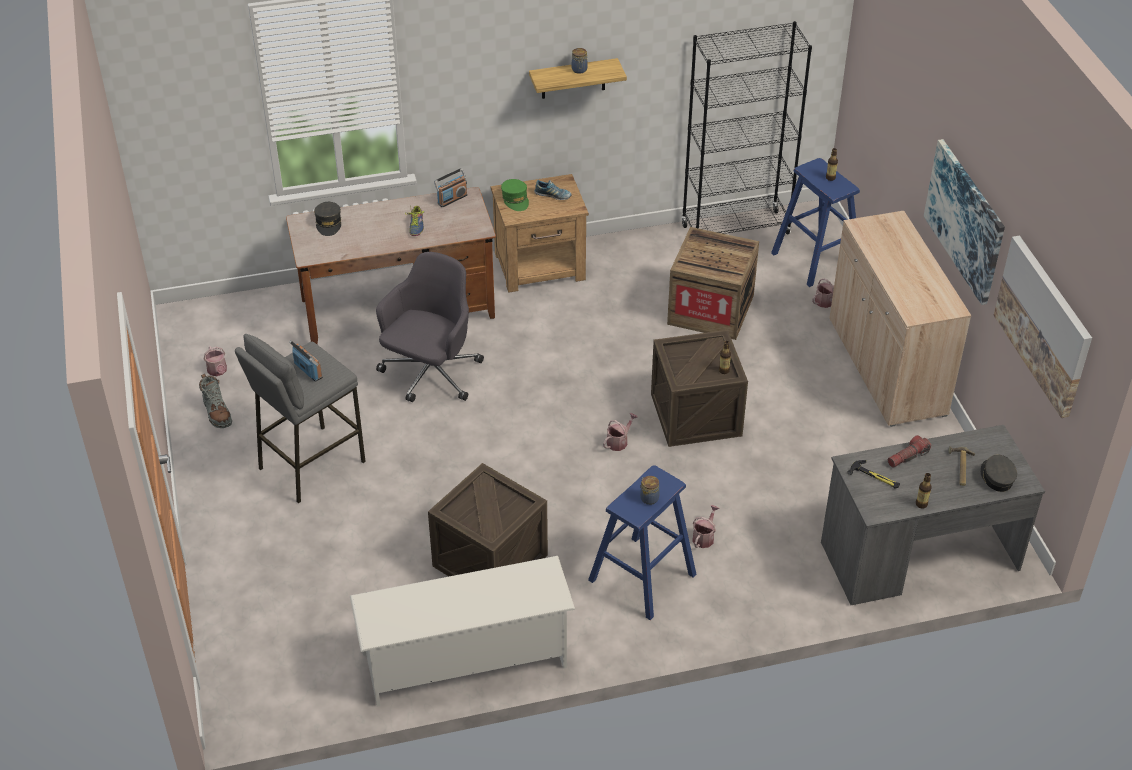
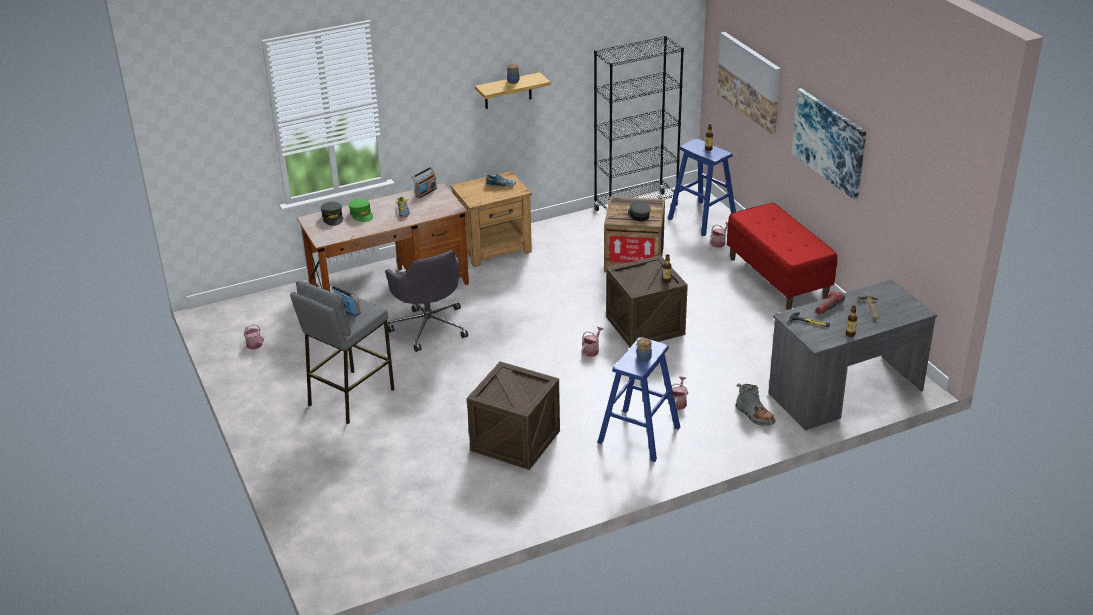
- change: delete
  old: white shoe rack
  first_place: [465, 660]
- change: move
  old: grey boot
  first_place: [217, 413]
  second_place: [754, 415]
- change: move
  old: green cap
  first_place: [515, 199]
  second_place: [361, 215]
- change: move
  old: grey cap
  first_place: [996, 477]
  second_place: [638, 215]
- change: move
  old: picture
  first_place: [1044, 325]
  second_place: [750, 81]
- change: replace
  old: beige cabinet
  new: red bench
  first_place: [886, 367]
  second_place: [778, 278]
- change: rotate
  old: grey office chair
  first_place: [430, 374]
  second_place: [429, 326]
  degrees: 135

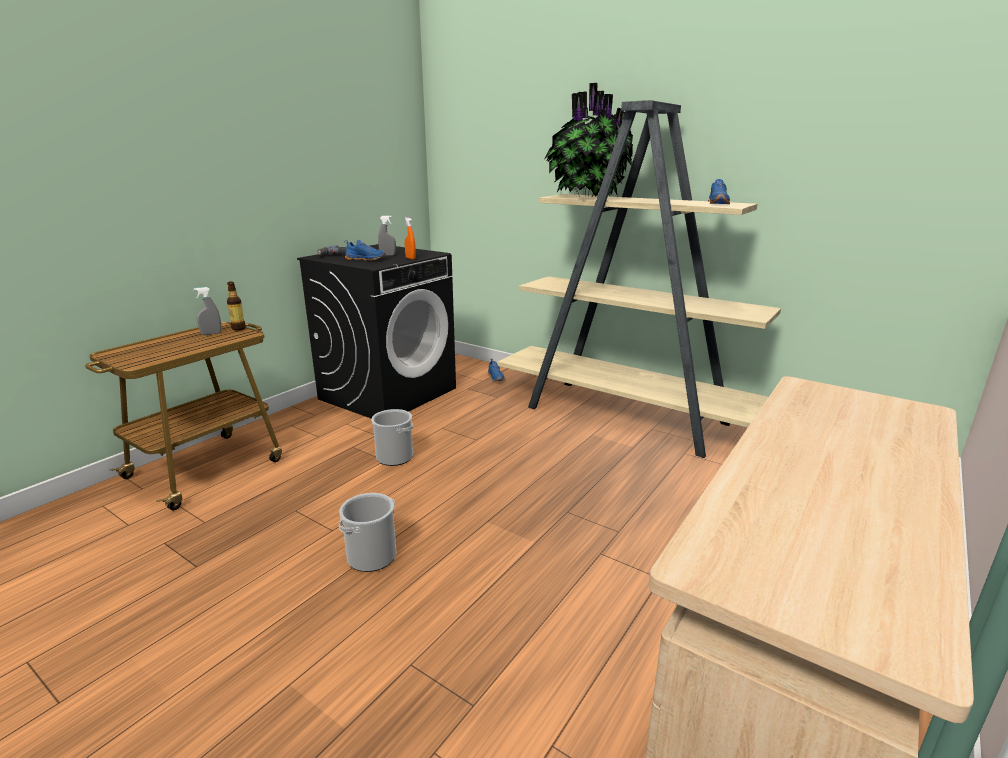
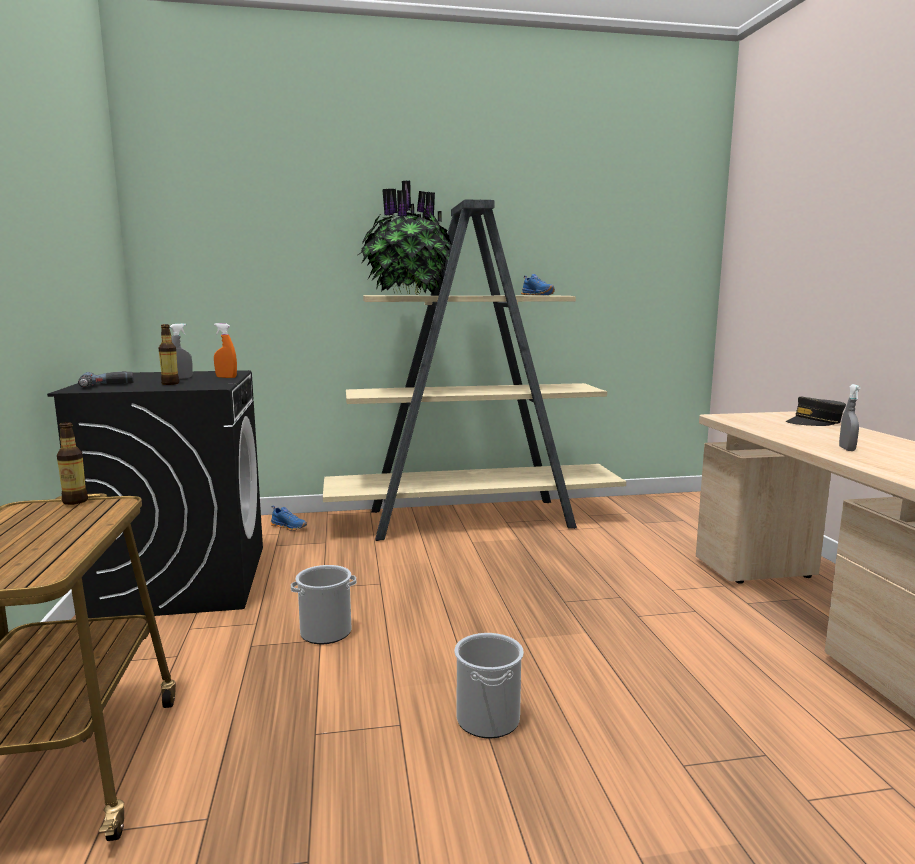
- change: insert
  new: grey cap
  second_place: [814, 422]
- change: move
  old: grey spray bottle
  first_place: [211, 333]
  second_place: [847, 449]
- change: replace
  old: blue shoe
  new: bottle
  first_place: [366, 259]
  second_place: [170, 383]

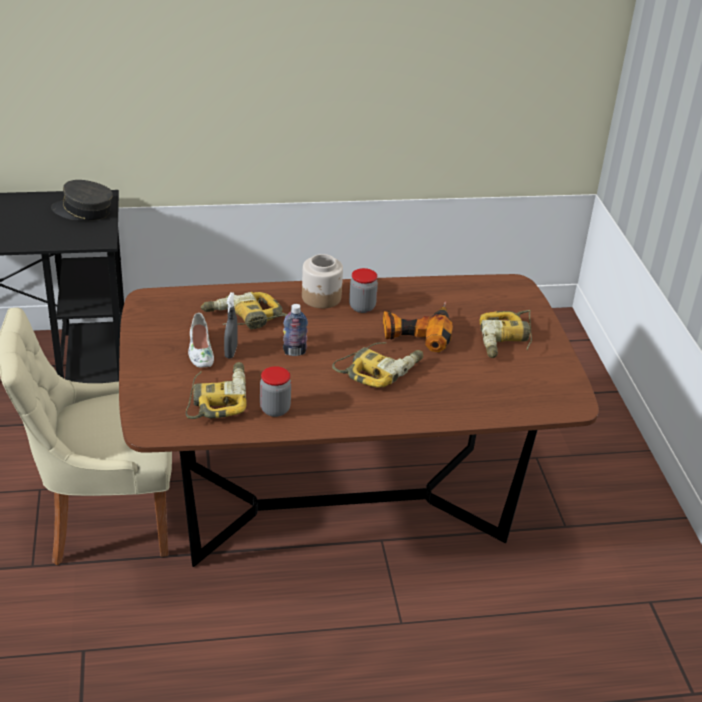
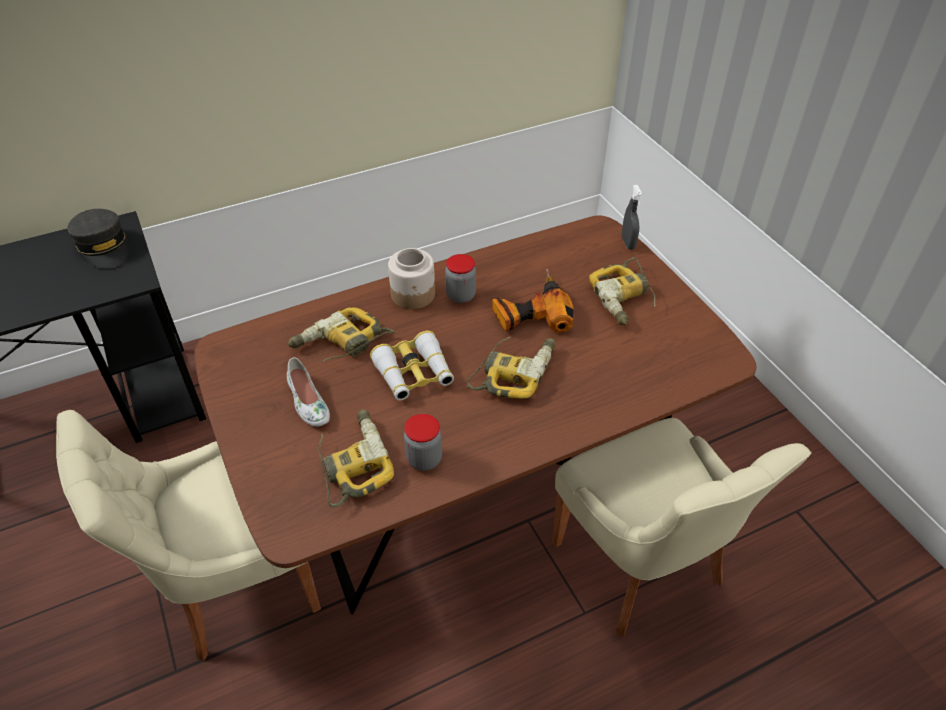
- change: insert
  new: beige chair
  second_place: [641, 566]
- change: move
  old: grey spray bottle
  first_place: [231, 352]
  second_place: [628, 243]
- change: replace
  old: bottle
  new: binoculars
  first_place: [294, 352]
  second_place: [414, 374]
- change: rotate
  old: grey cap
  first_place: [83, 211]
  second_place: [104, 247]
  degrees: -120

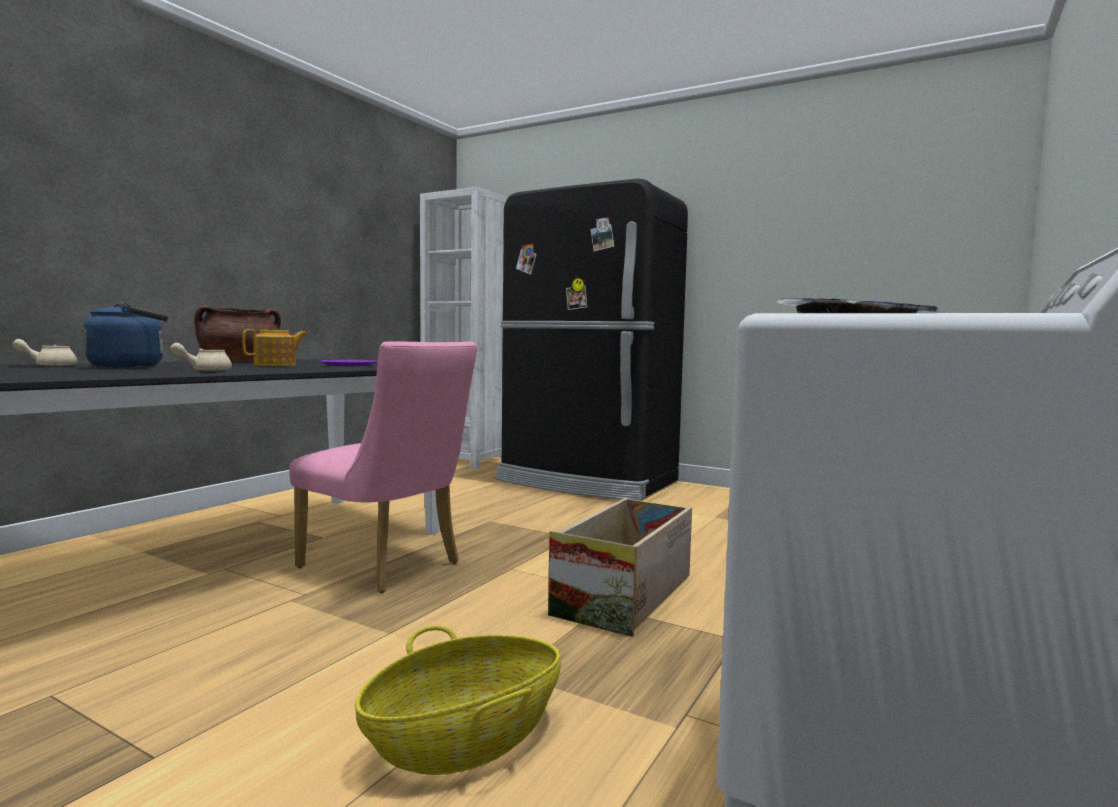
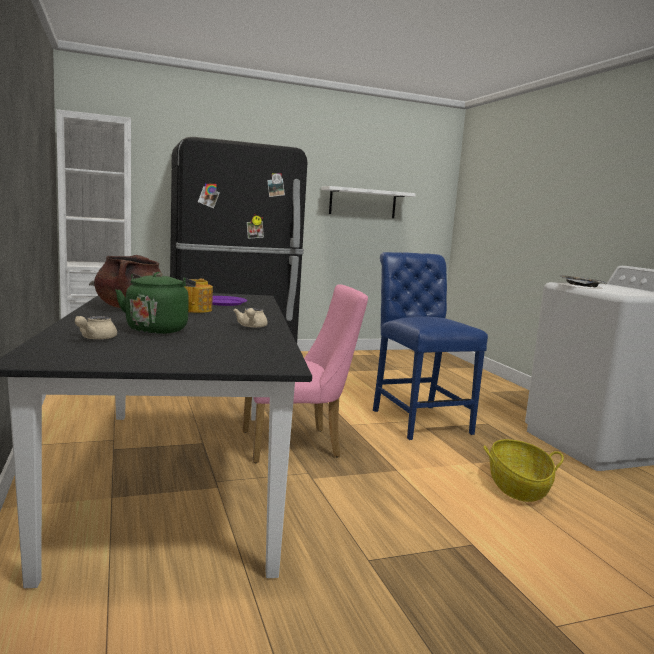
- change: insert
  new: white shelf
  second_place: [362, 203]
- change: replace
  old: crate
  new: blue chair
  first_place: [625, 594]
  second_place: [418, 419]
- change: recolor
  old: blue kettle
  new: green kettle
  first_place: [131, 366]
  second_place: [158, 329]

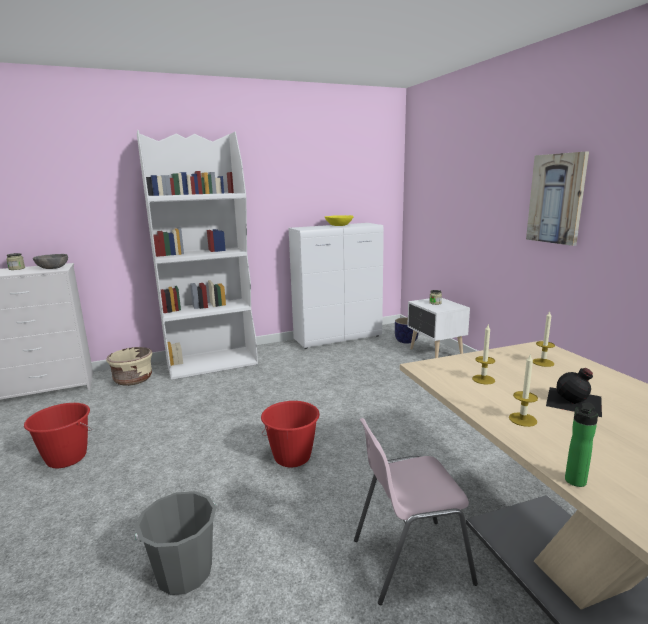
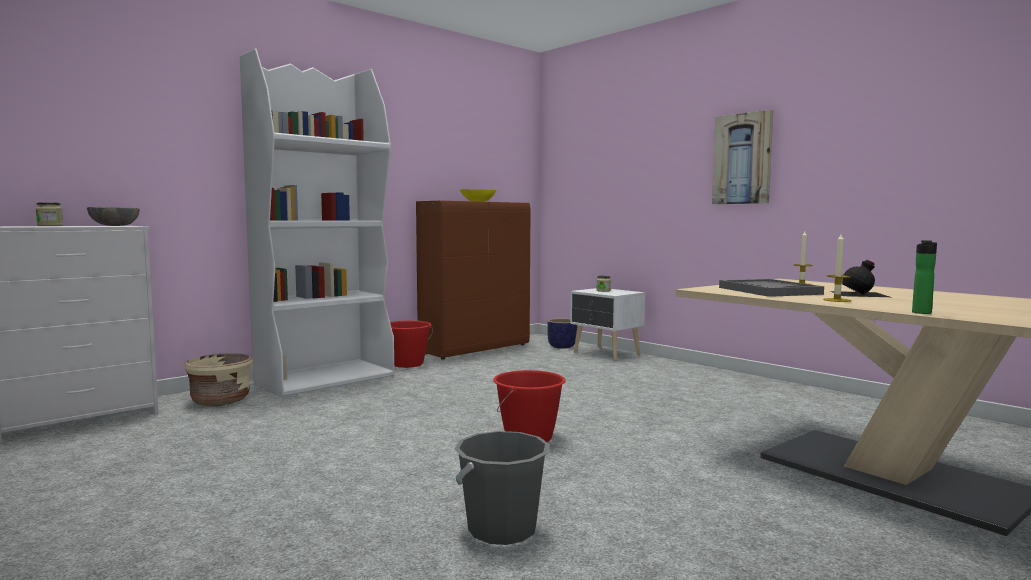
- change: delete
  old: pink chair
  first_place: [409, 560]
- change: move
  old: red bucket
  first_place: [66, 458]
  second_place: [407, 364]
- change: replace
  old: candle
  new: grey tray
  first_place: [483, 379]
  second_place: [768, 291]
- change: recolor
  old: white cabinet
  new: brown cabinet
  first_place: [338, 338]
  second_place: [476, 349]

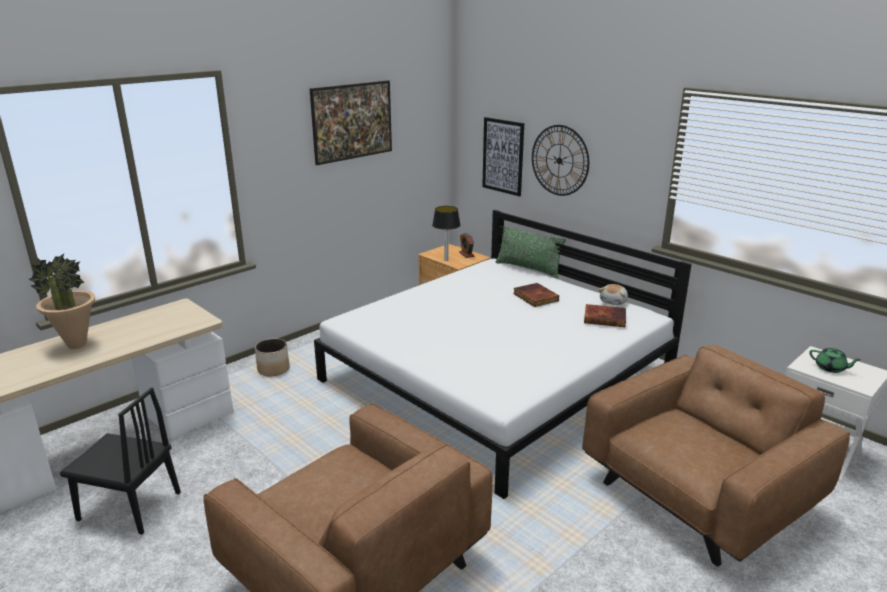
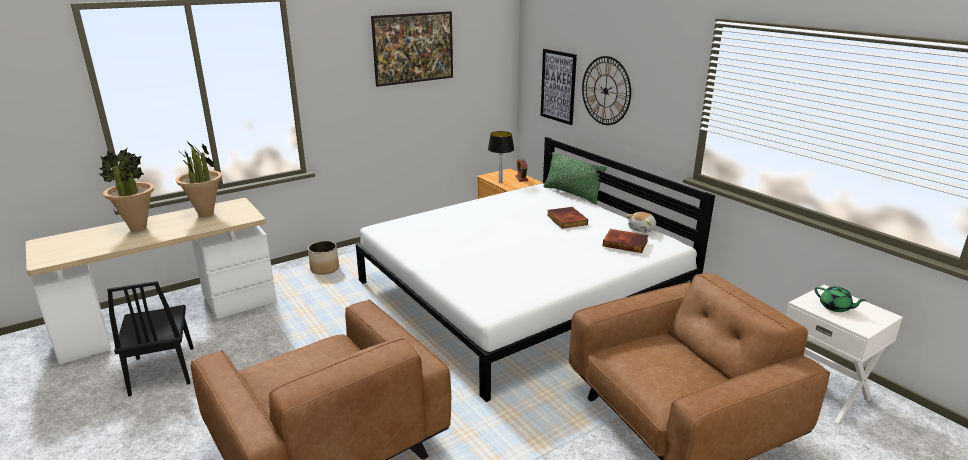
- change: insert
  new: potted plant
  second_place: [206, 214]
- change: rotate
  old: black chair
  first_place: [129, 506]
  second_place: [162, 370]
  degrees: 45

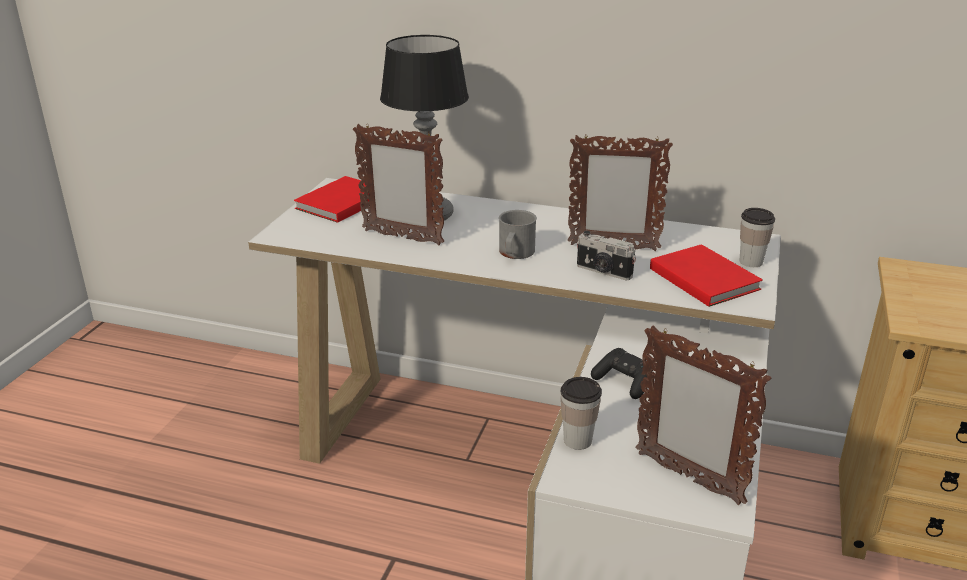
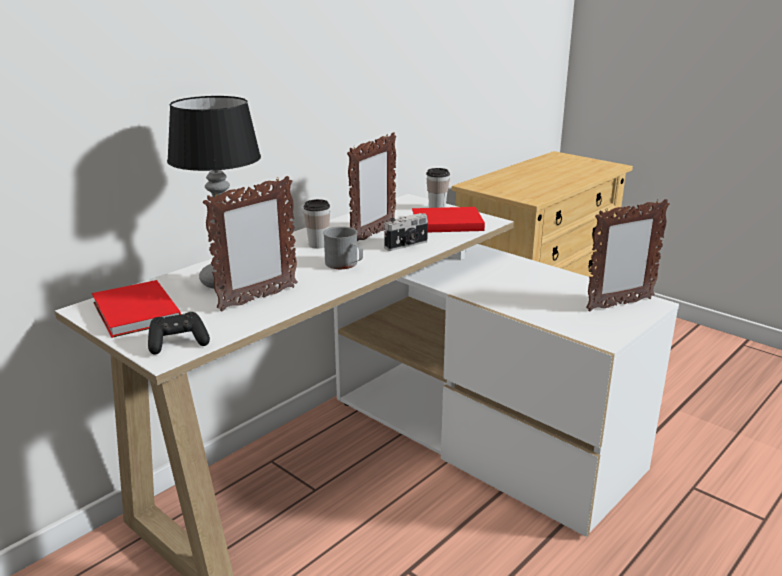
- change: move
  old: cup
  first_place: [577, 440]
  second_place: [318, 245]
- change: move
  old: black game controller
  first_place: [624, 382]
  second_place: [178, 343]

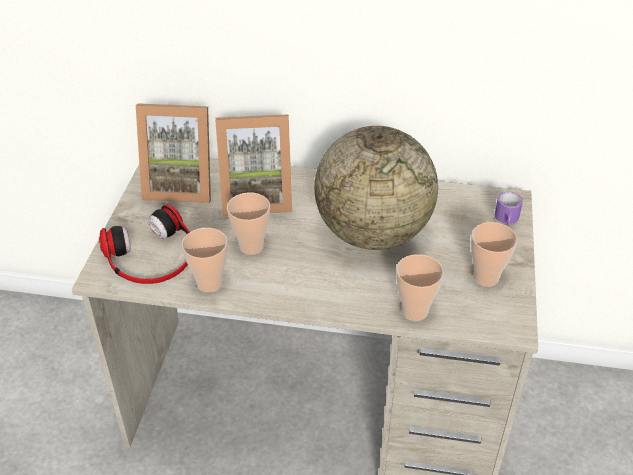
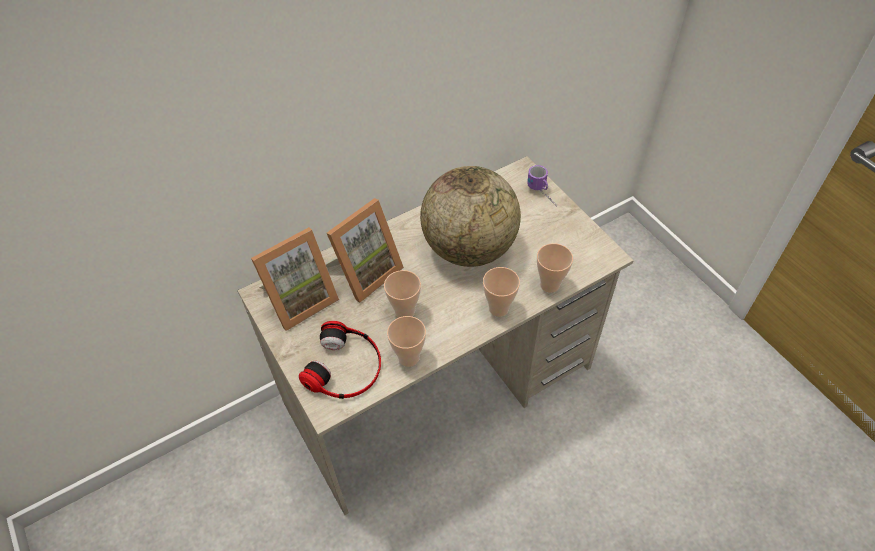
- change: move
  old: cup
  first_place: [486, 278]
  second_place: [498, 308]

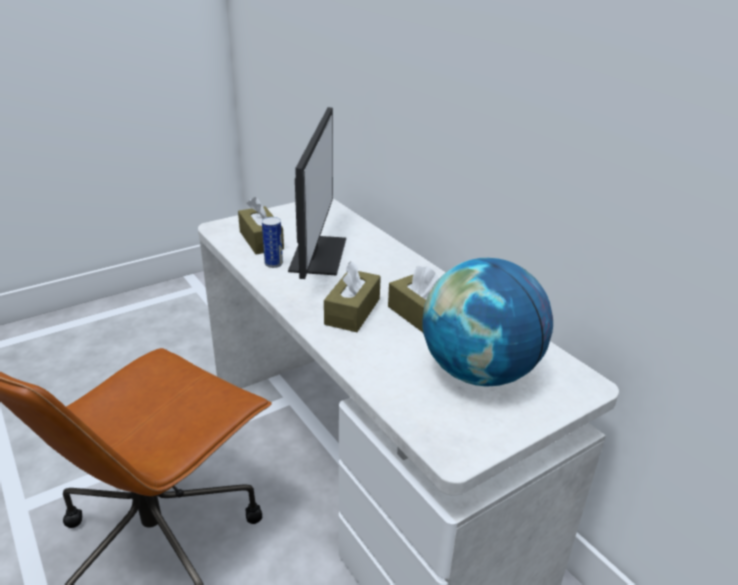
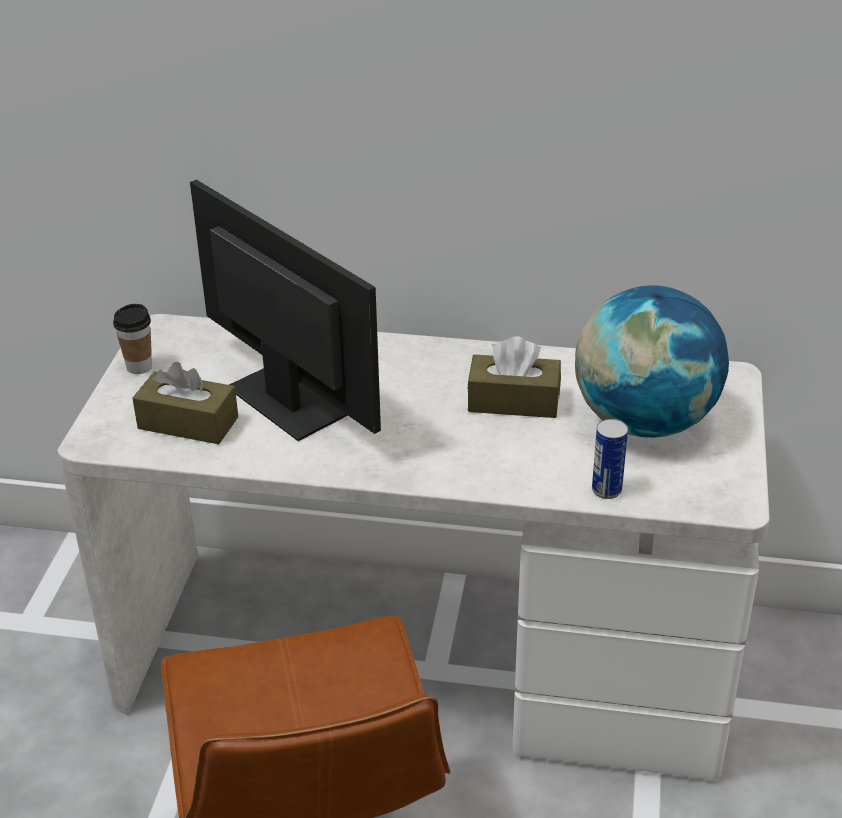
- change: delete
  old: brown tissue box
  first_place: [352, 311]
- change: insert
  new: cup
  second_place: [139, 367]
- change: move
  old: can
  first_place: [273, 264]
  second_place: [606, 490]

